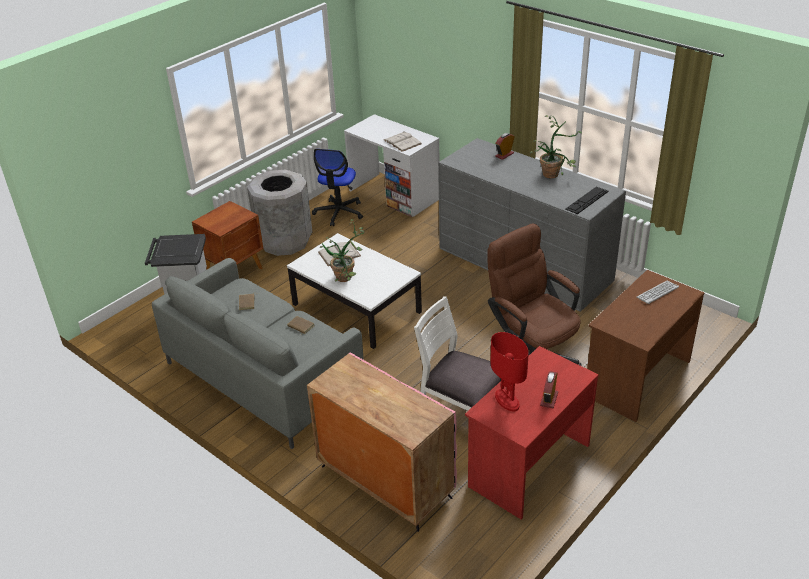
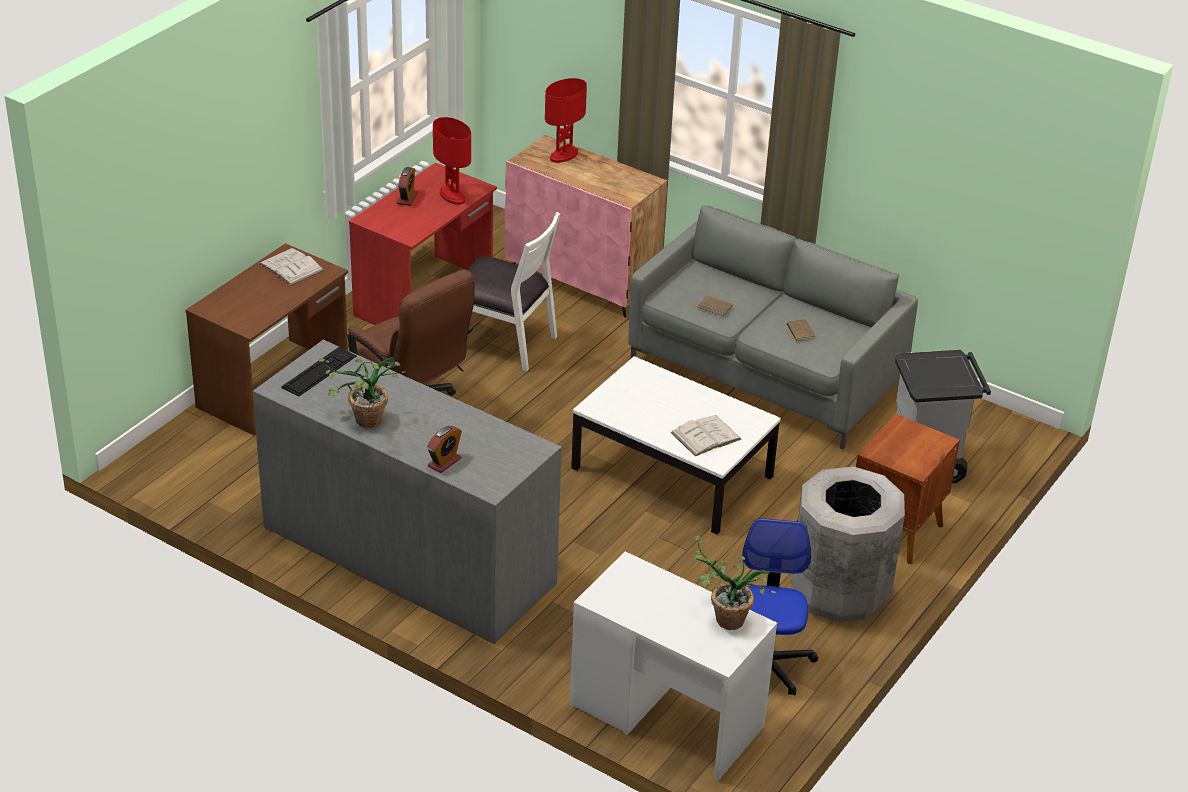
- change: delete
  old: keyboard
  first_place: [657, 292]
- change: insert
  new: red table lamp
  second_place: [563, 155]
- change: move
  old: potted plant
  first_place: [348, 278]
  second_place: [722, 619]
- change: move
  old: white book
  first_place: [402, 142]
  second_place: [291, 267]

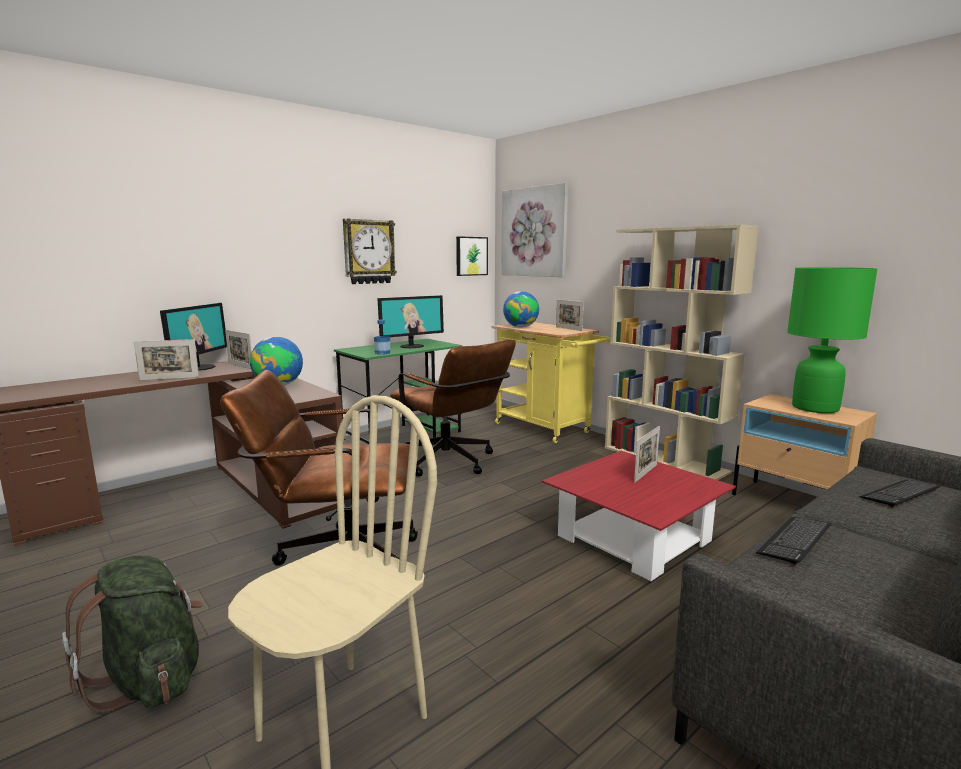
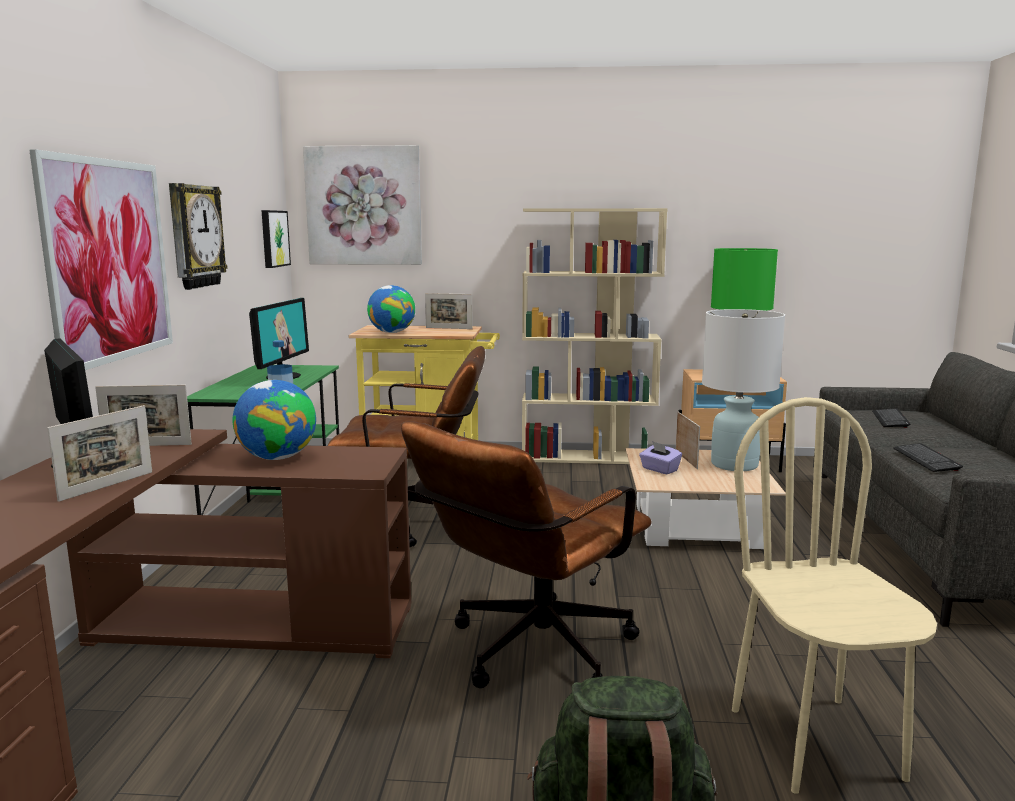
- change: insert
  new: picture
  second_place: [109, 261]
- change: insert
  new: purple tissue box
  second_place: [659, 470]
- change: insert
  new: white table lamp
  second_place: [734, 465]
- change: recolor
  old: red coffee table
  new: beige coffee table
  first_place: [633, 539]
  second_place: [695, 526]

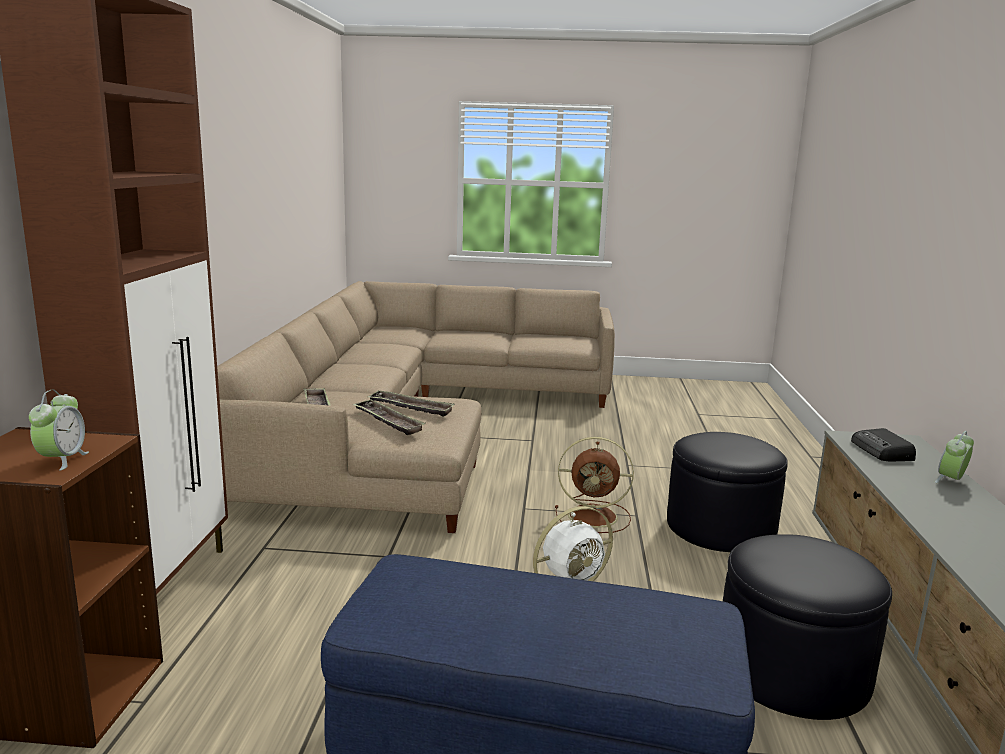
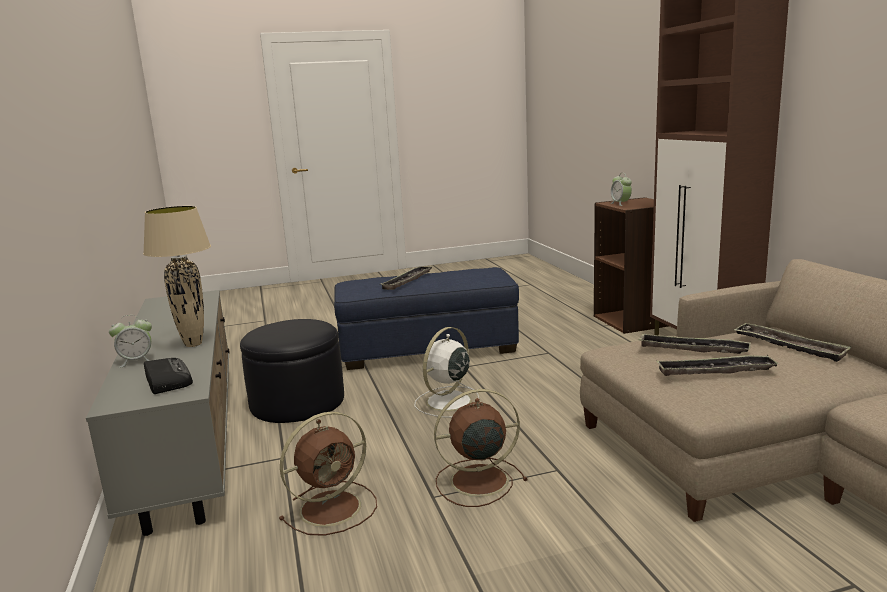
- change: insert
  new: beige table lamp
  second_place: [193, 344]
- change: insert
  new: tray
  second_place: [407, 281]
- change: replace
  old: black ottoman
  new: brown fan
  first_place: [720, 527]
  second_place: [333, 507]
- change: rotate
  old: alarm clock
  first_place: [951, 480]
  second_place: [136, 361]
  degrees: 45

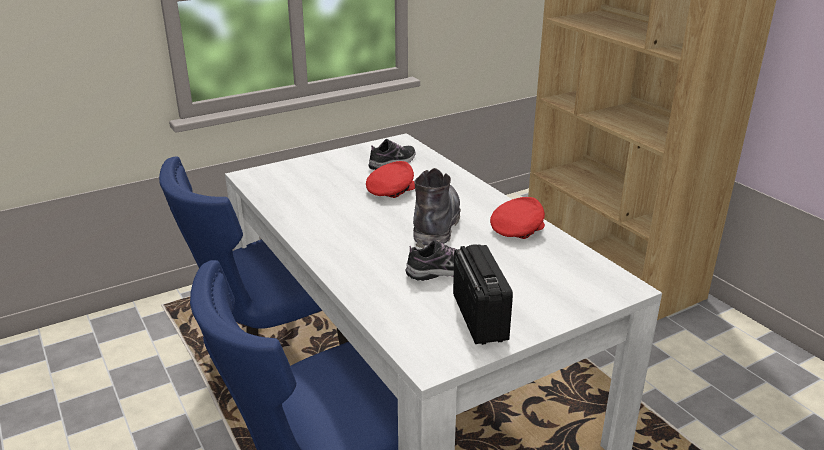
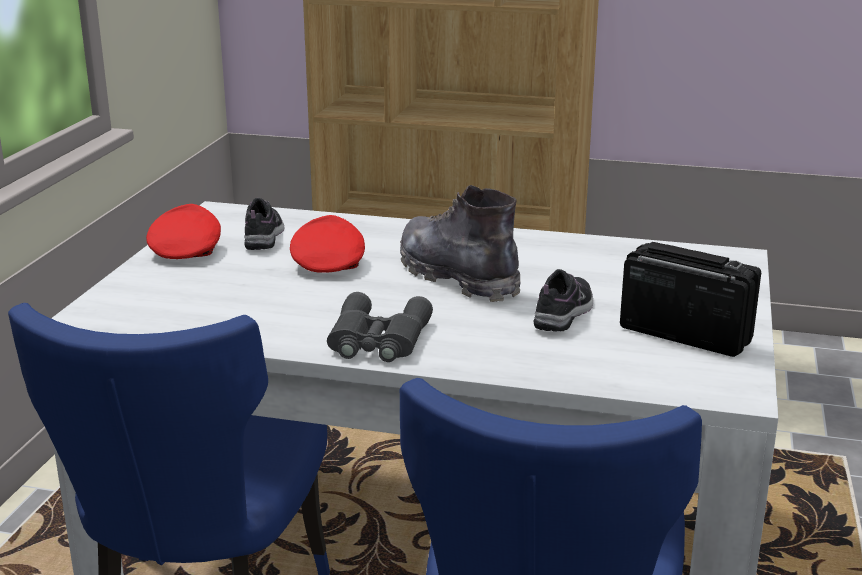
- change: insert
  new: grey binoculars
  second_place: [377, 340]
- change: move
  old: red cap
  first_place: [517, 229]
  second_place: [185, 250]

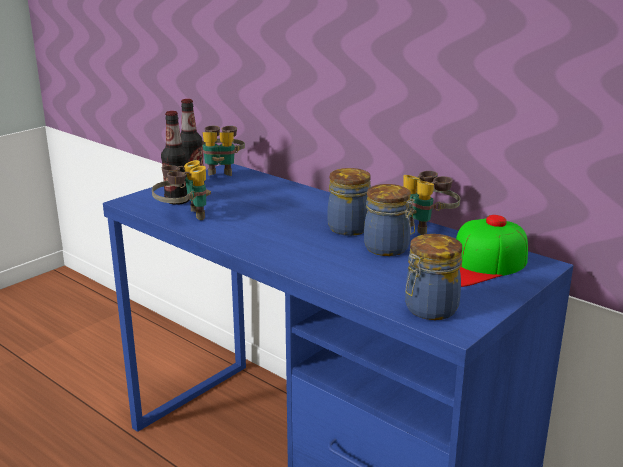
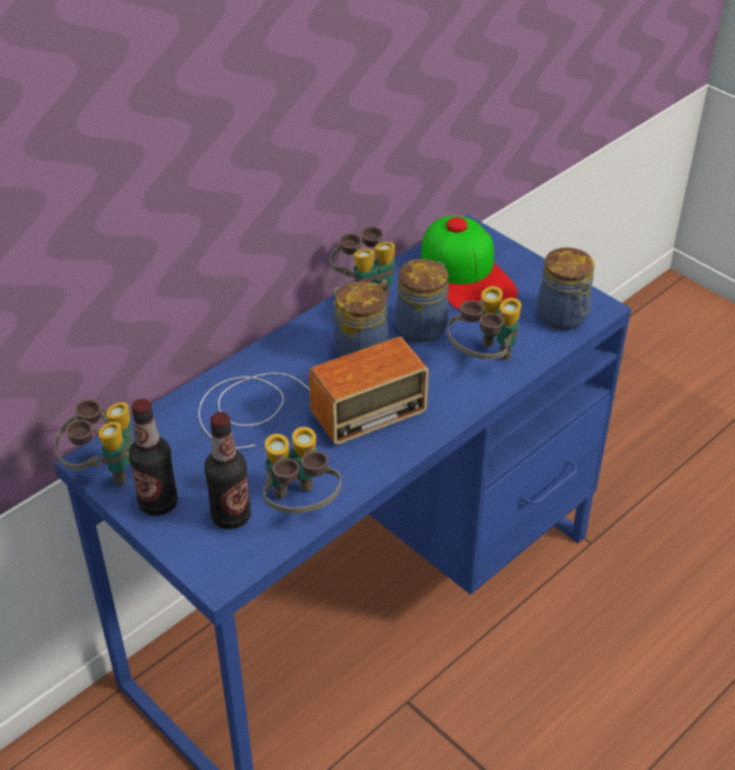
- change: insert
  new: radio
  second_place: [302, 408]
- change: insert
  new: binoculars
  second_place: [483, 359]

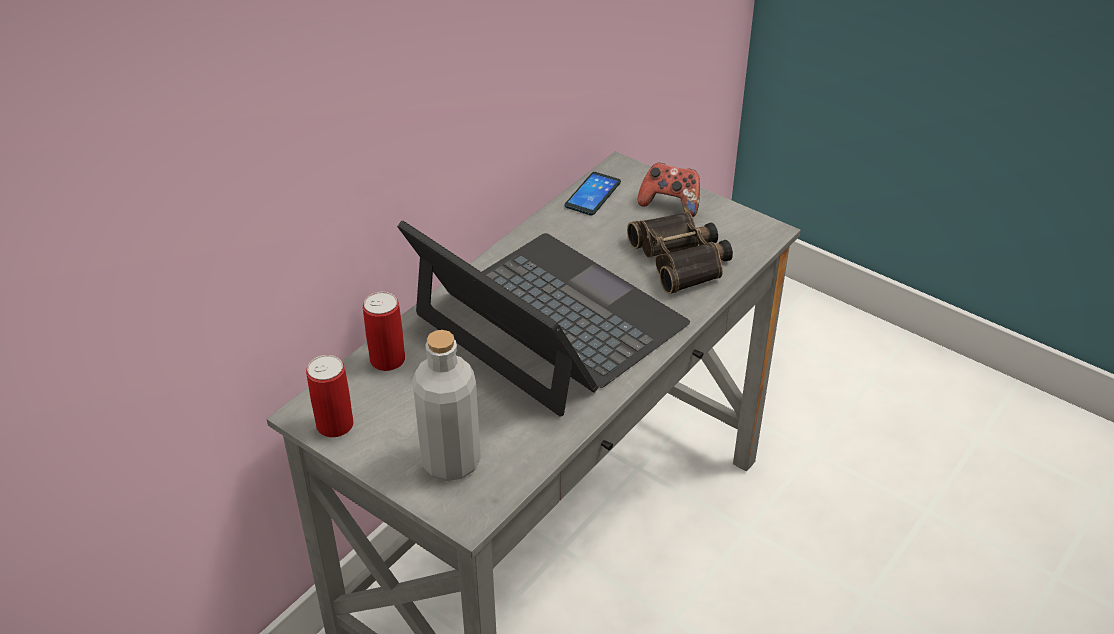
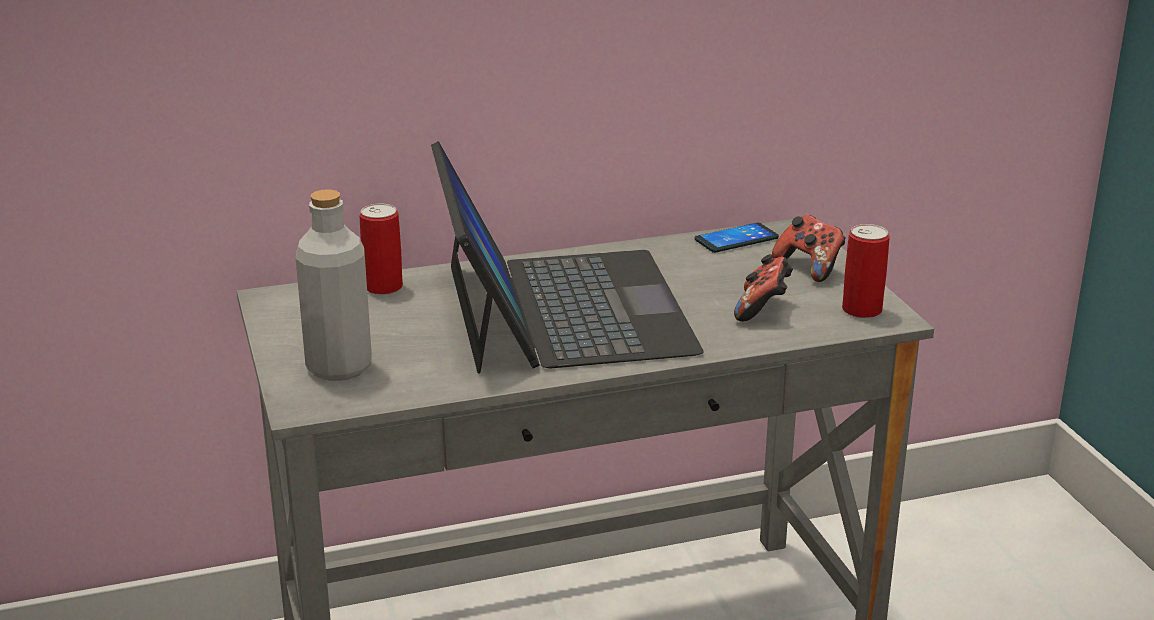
- change: move
  old: can
  first_place: [335, 424]
  second_place: [862, 310]
- change: replace
  old: binoculars
  new: game controller
  first_place: [682, 259]
  second_place: [763, 309]

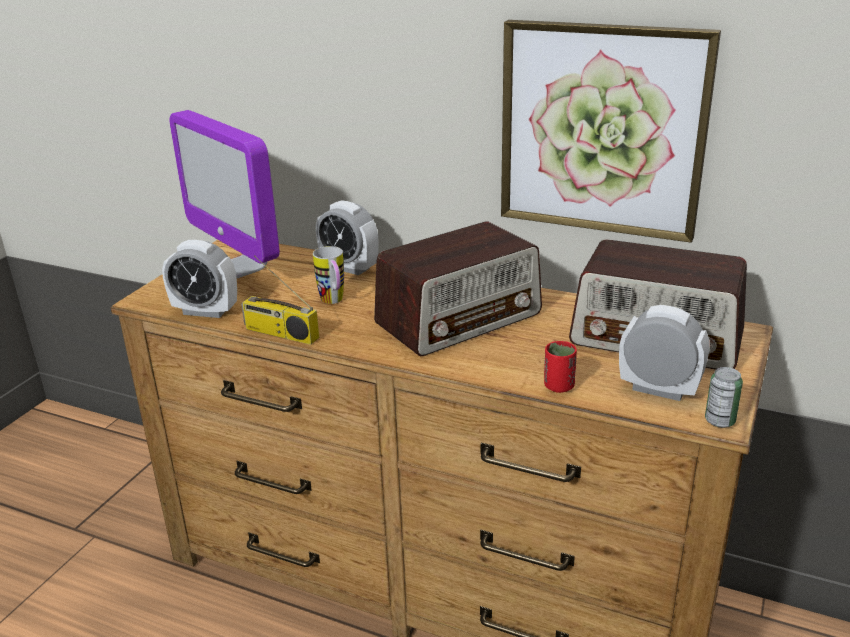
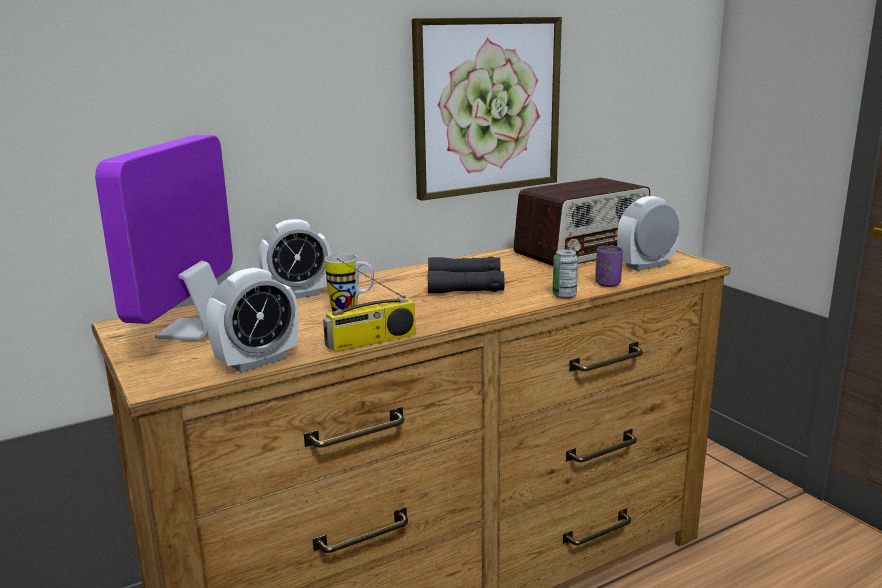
- change: move
  old: can
  first_place: [719, 421]
  second_place: [564, 295]
- change: replace
  old: radio
  new: black binoculars
  first_place: [459, 319]
  second_place: [465, 284]
- change: recolor
  old: red cup
  new: purple cup
  first_place: [558, 386]
  second_place: [607, 284]
- change: rotate
  old: monitor
  first_place: [239, 268]
  second_place: [193, 331]
  degrees: 105

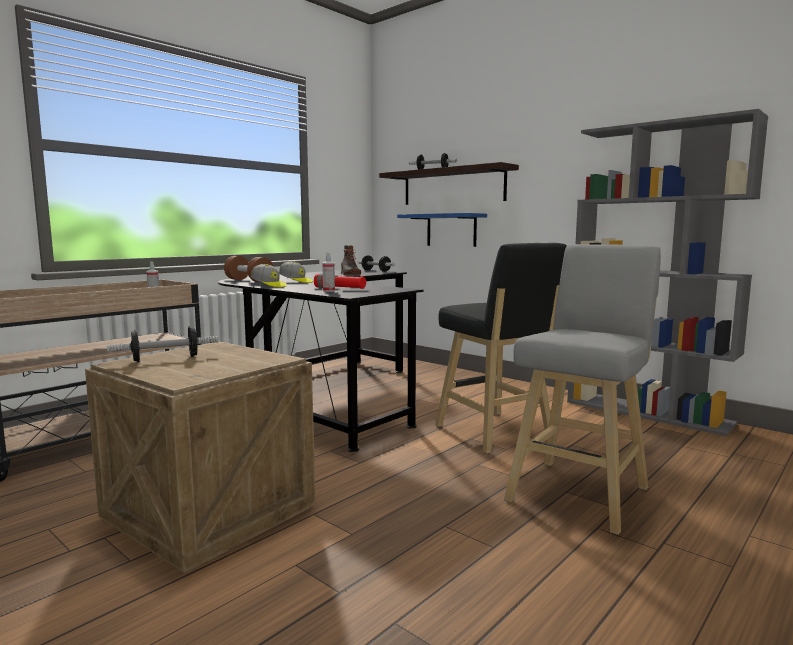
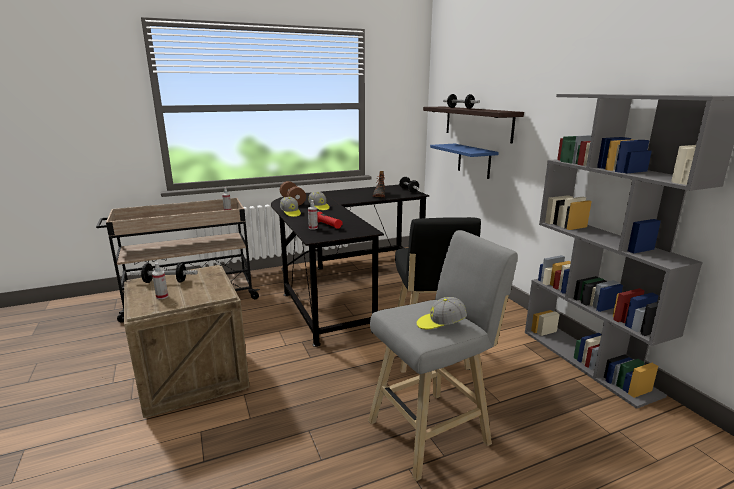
- change: insert
  new: spray bottle
  second_place: [162, 296]
- change: insert
  new: cap
  second_place: [440, 324]

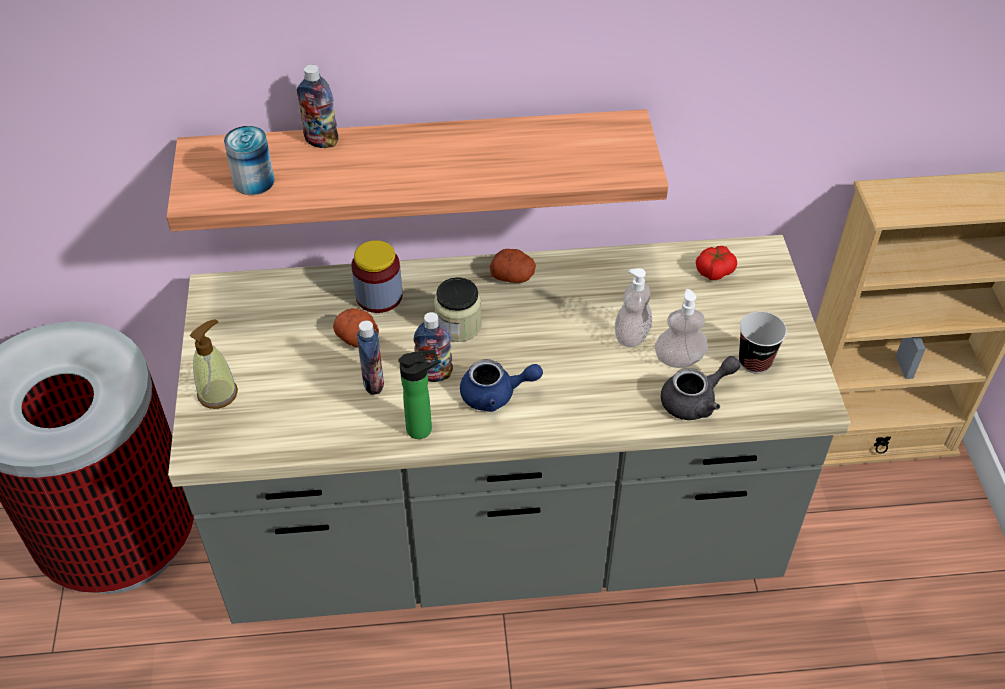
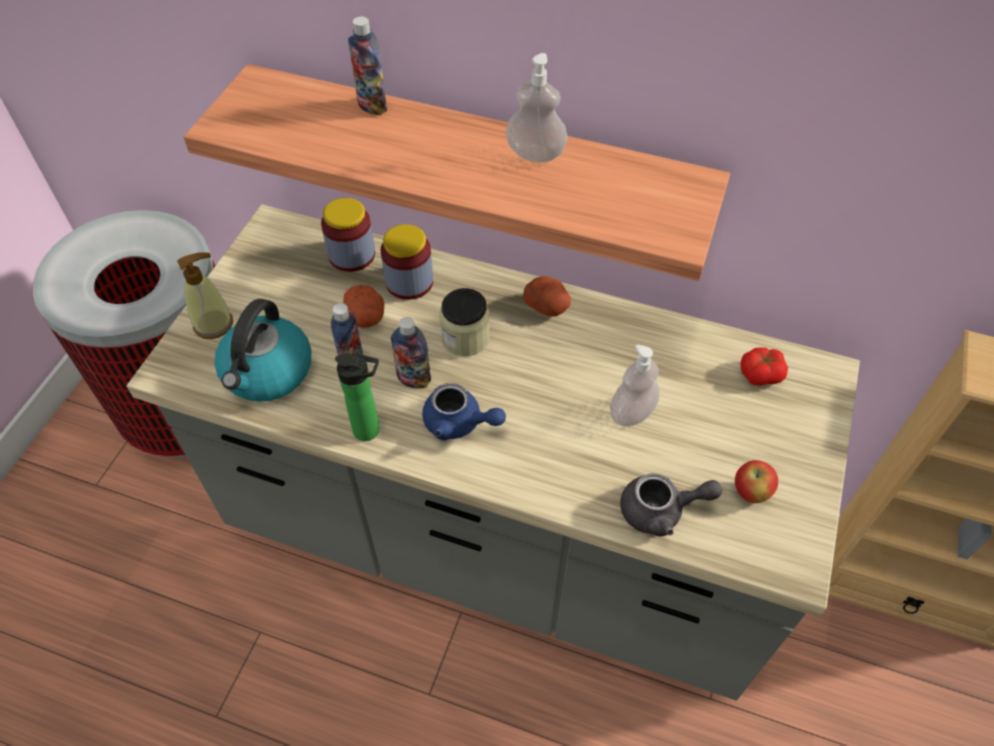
- change: delete
  old: can
  first_place: [254, 181]
- change: insert
  new: kettle
  second_place: [267, 372]
- change: insert
  new: jar
  second_place: [352, 255]
- change: move
  old: soap dispenser
  first_place: [679, 359]
  second_place: [535, 154]
- change: replace
  old: cup
  new: apple
  first_place: [754, 361]
  second_place: [750, 492]

